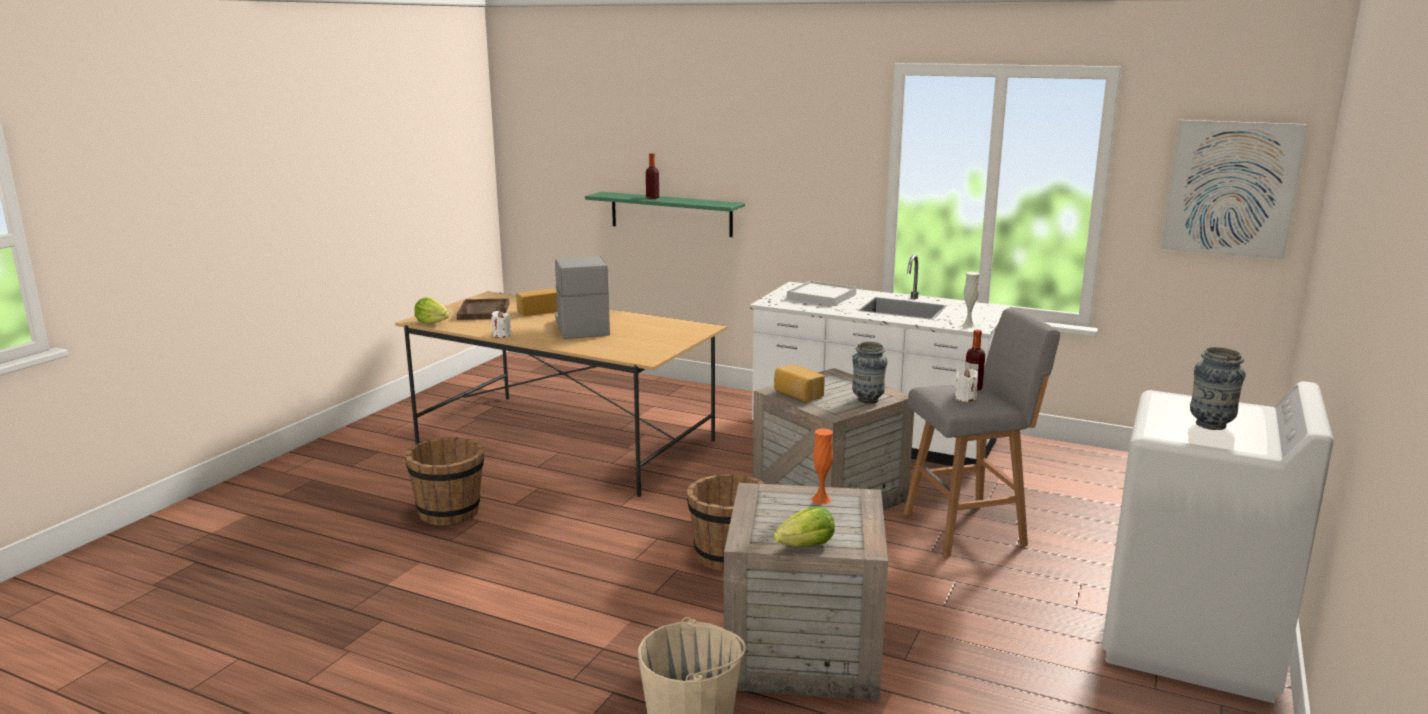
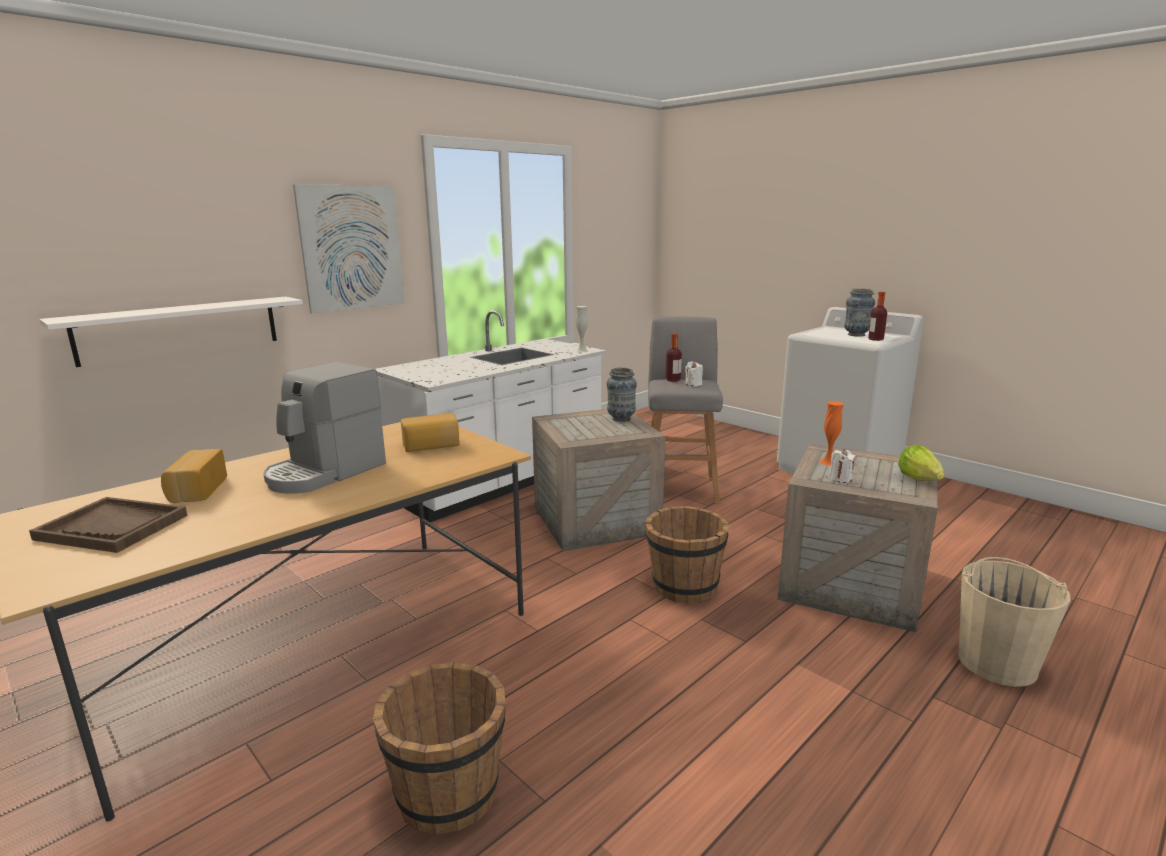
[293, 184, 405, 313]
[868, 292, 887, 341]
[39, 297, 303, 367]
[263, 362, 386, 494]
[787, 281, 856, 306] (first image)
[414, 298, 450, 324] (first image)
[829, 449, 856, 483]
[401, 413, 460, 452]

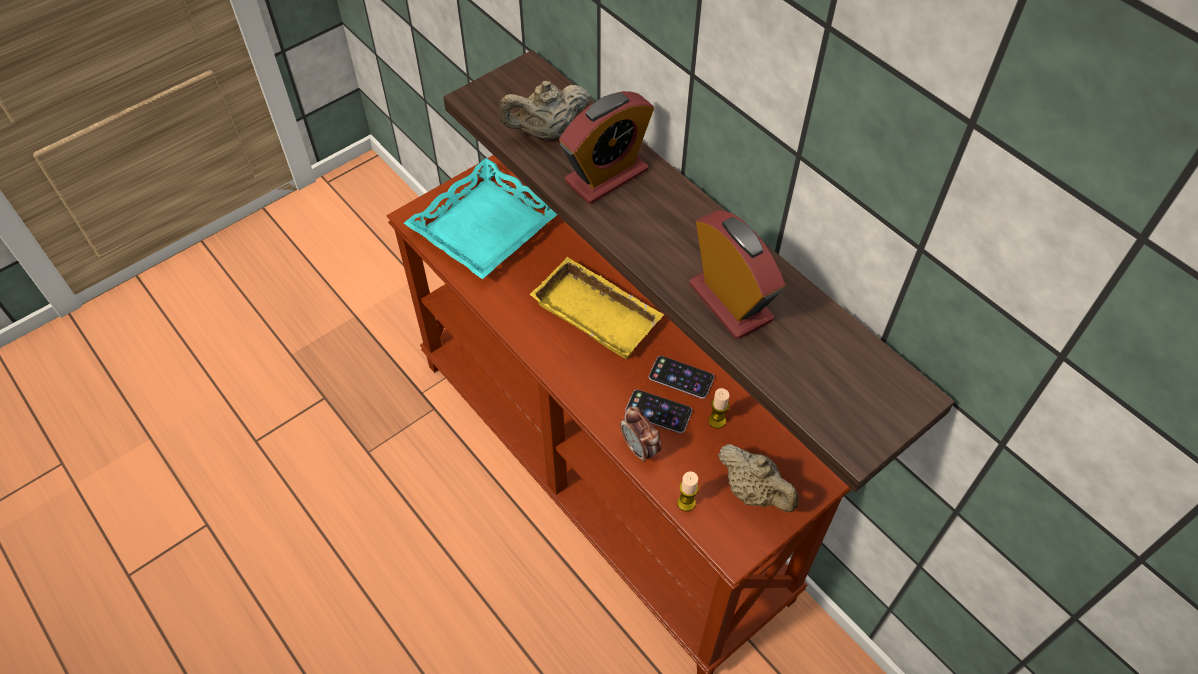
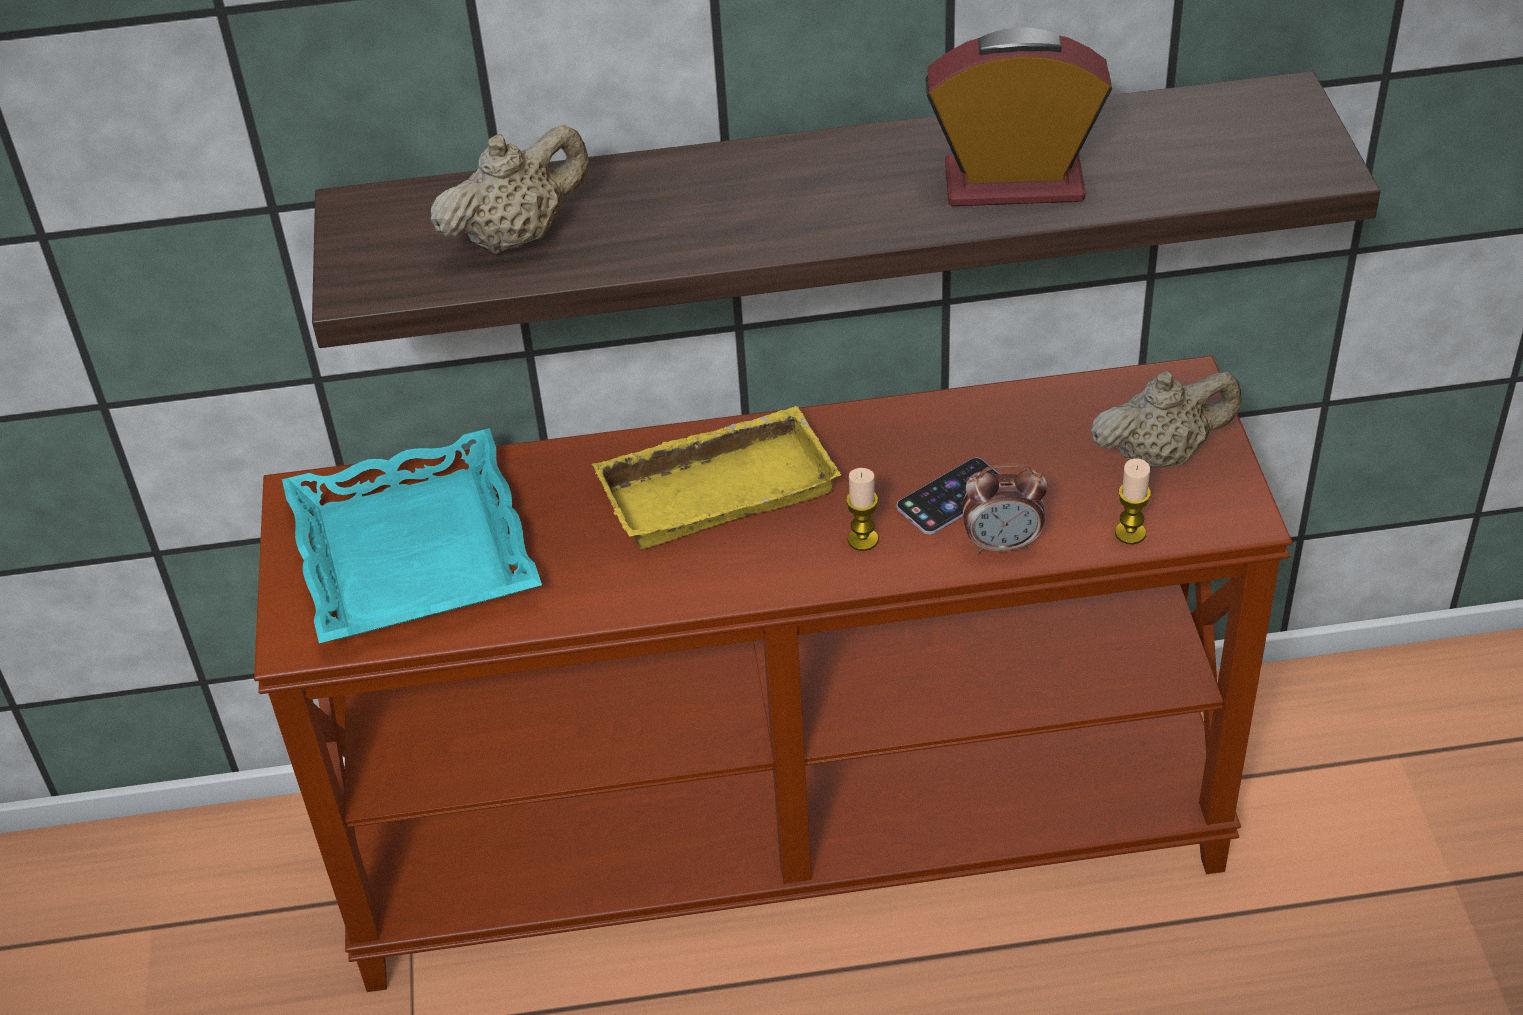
[431, 124, 589, 255]
[559, 91, 654, 204] (first image)
[649, 356, 714, 399] (first image)
[846, 468, 878, 551]

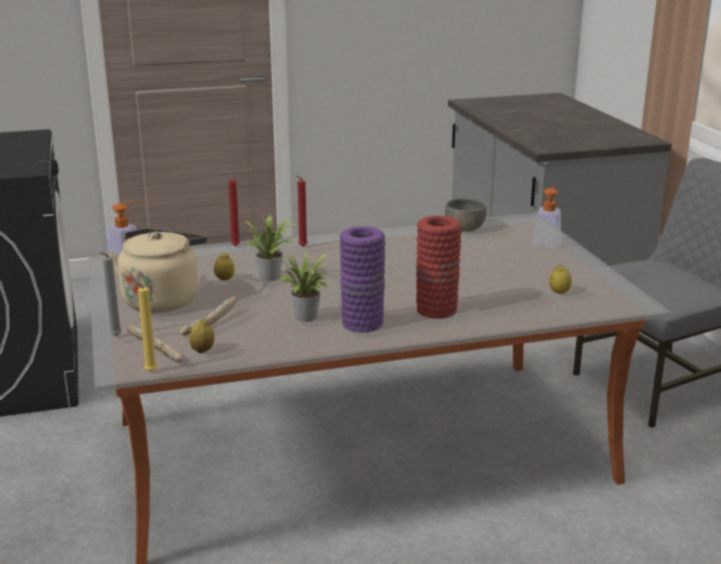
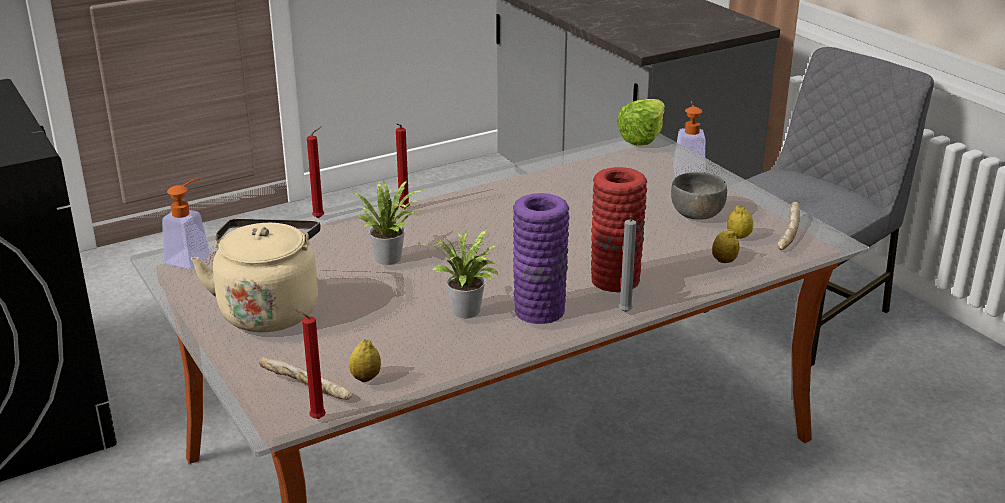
[671, 172, 727, 220]
[619, 216, 637, 312]
[712, 228, 739, 263]
[293, 308, 326, 419]
[777, 202, 800, 250]
[617, 99, 665, 146]

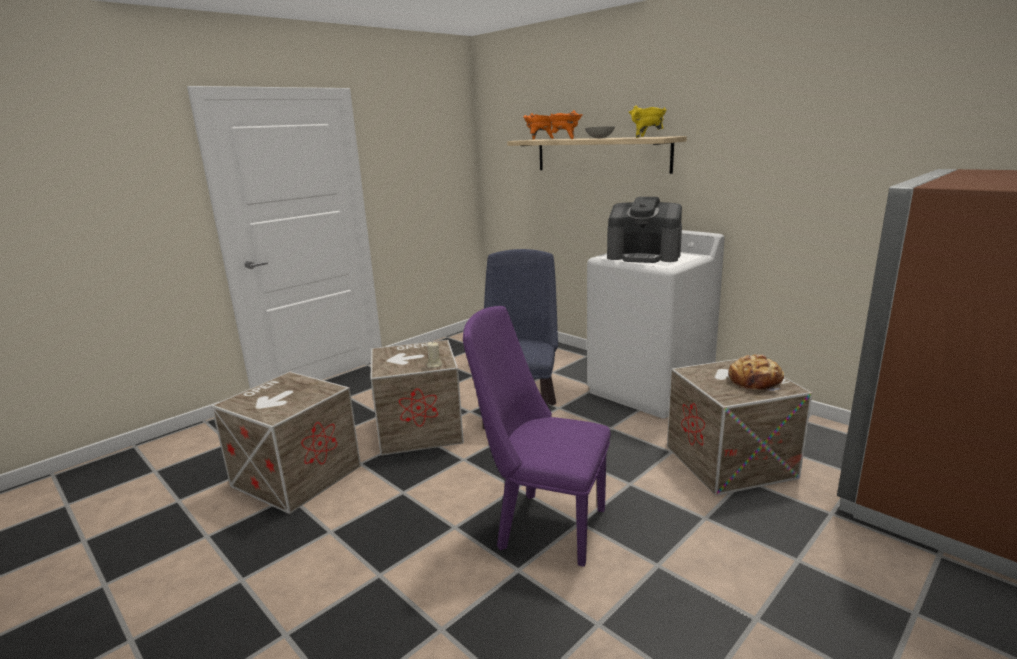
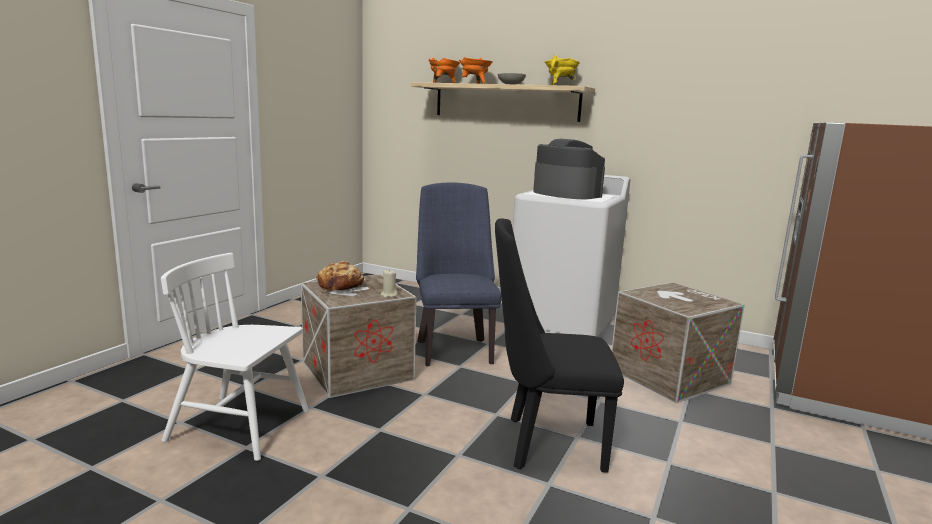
[533, 139, 605, 199]
[495, 218, 624, 473]
[316, 261, 364, 291]
[161, 253, 309, 461]

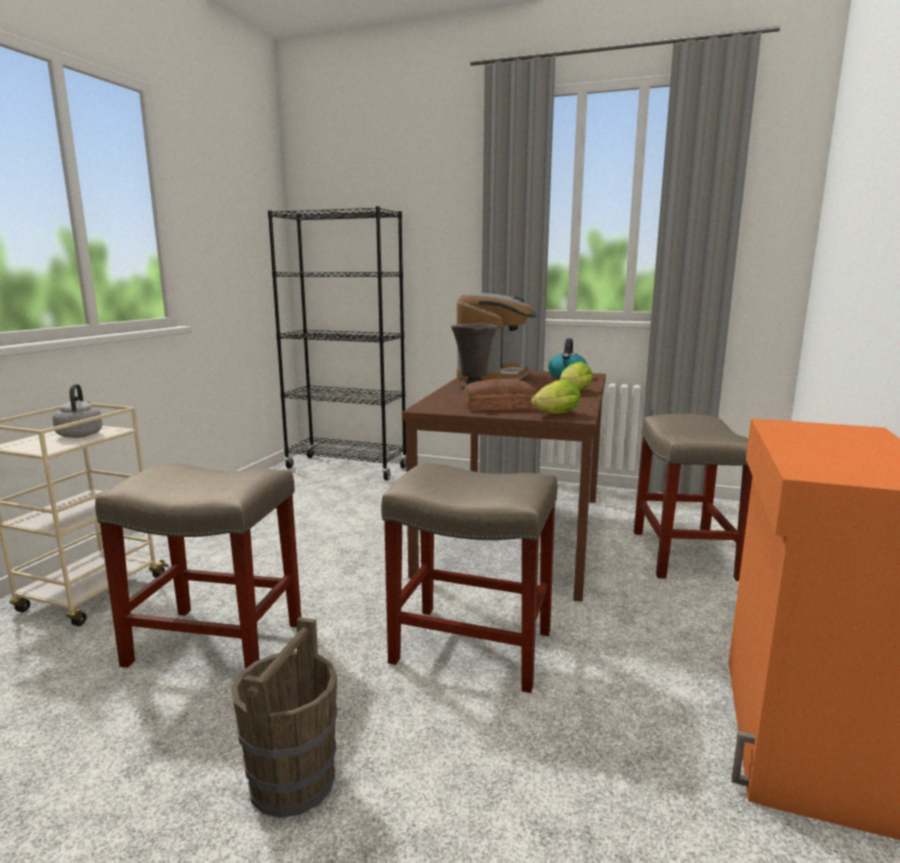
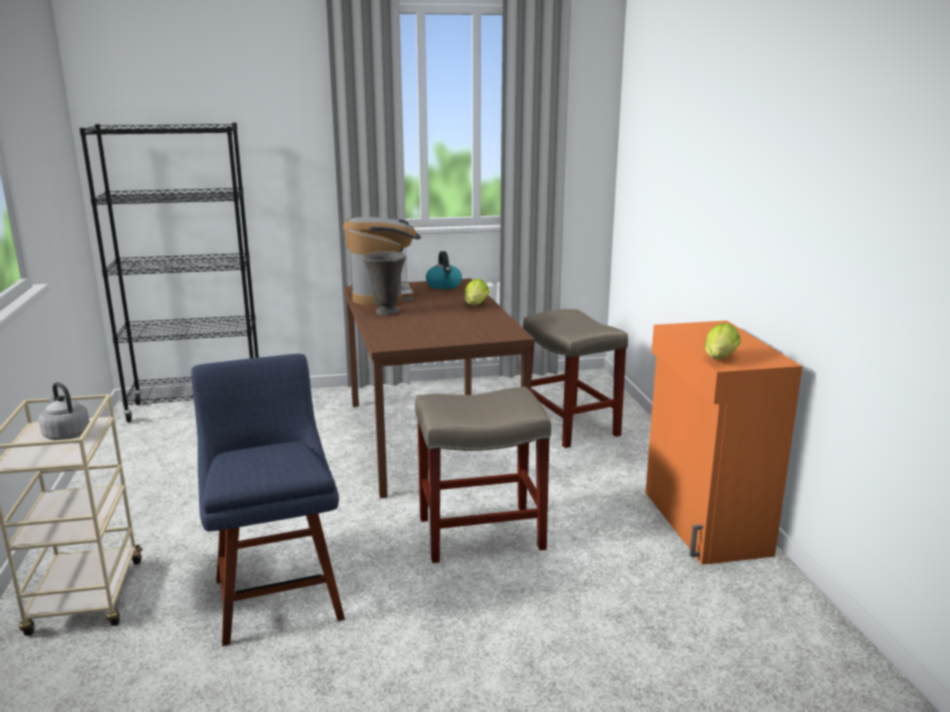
[464, 379, 537, 411] (first image)
[705, 323, 741, 359]
[191, 354, 345, 646]
[231, 617, 337, 818] (first image)

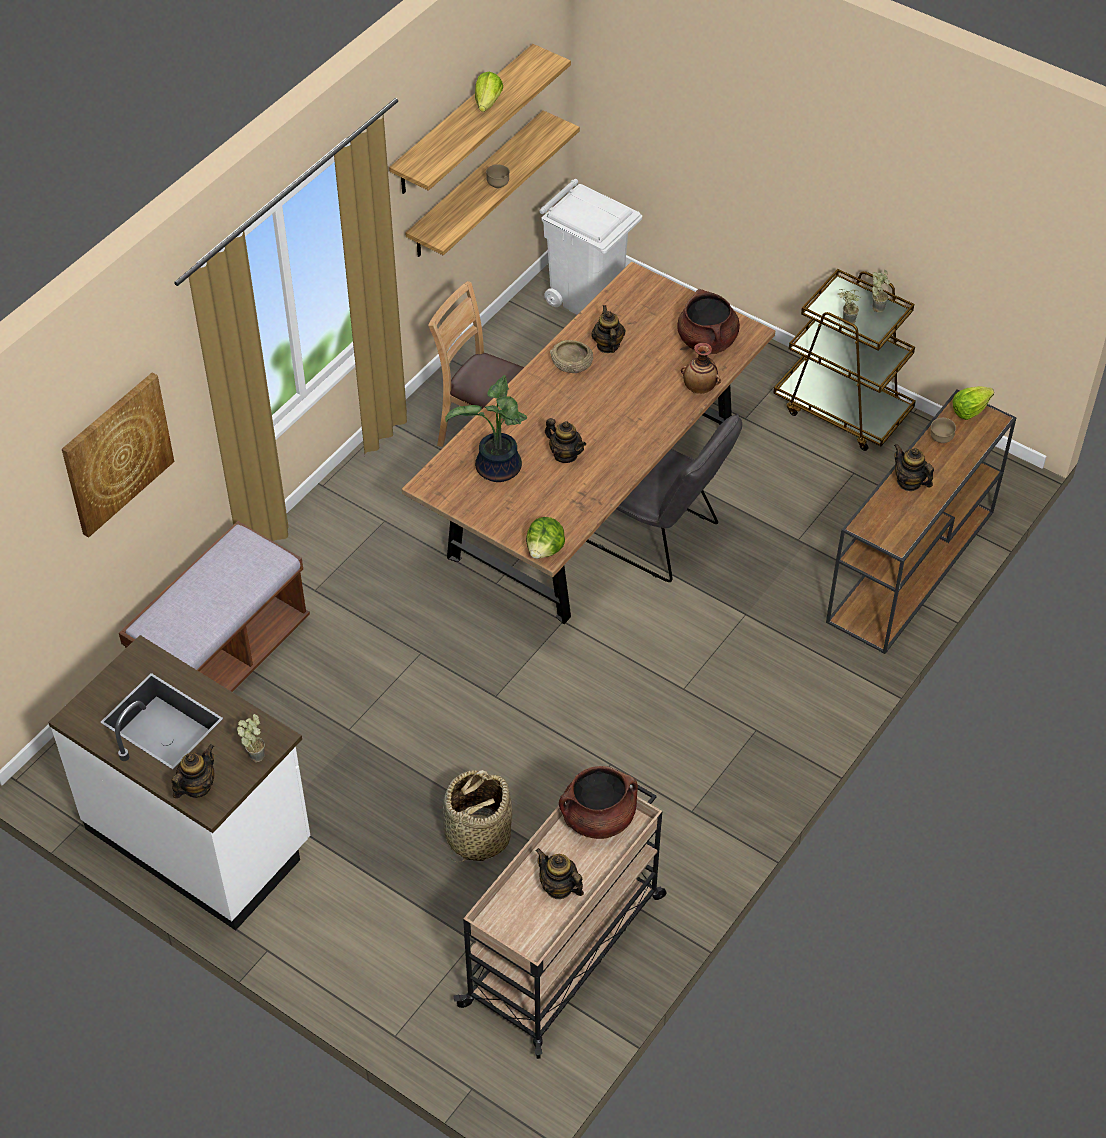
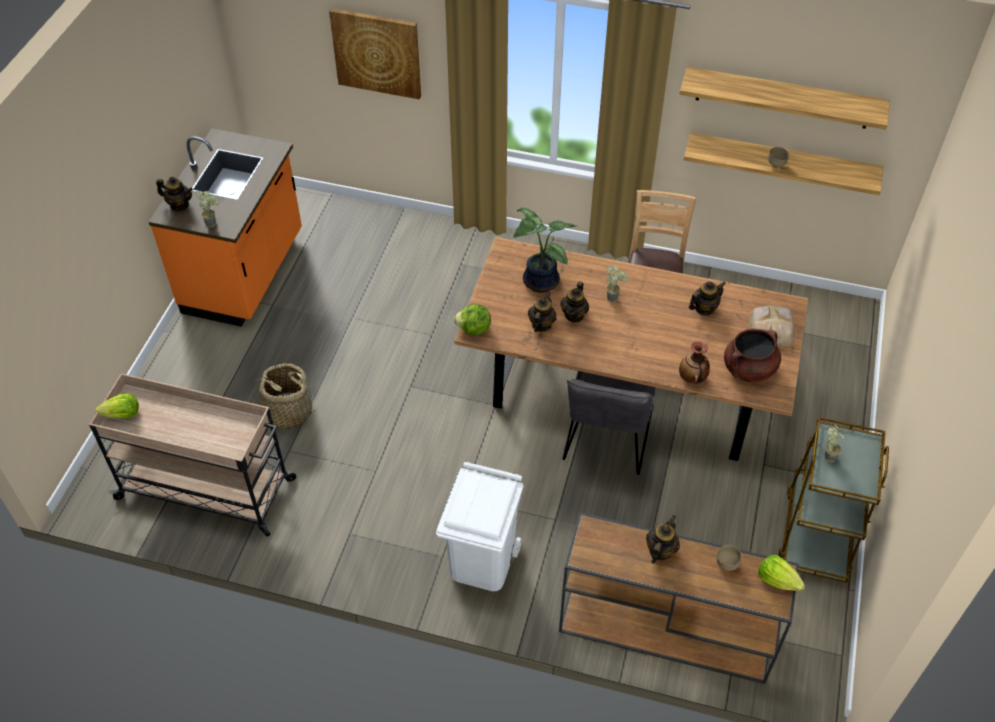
[95, 393, 139, 419]
[436, 462, 524, 591]
[606, 266, 628, 302]
[550, 340, 593, 373] (first image)
[119, 521, 310, 692] (first image)
[149, 129, 302, 327]
[559, 766, 638, 839] (first image)
[528, 292, 557, 332]
[749, 305, 795, 347]

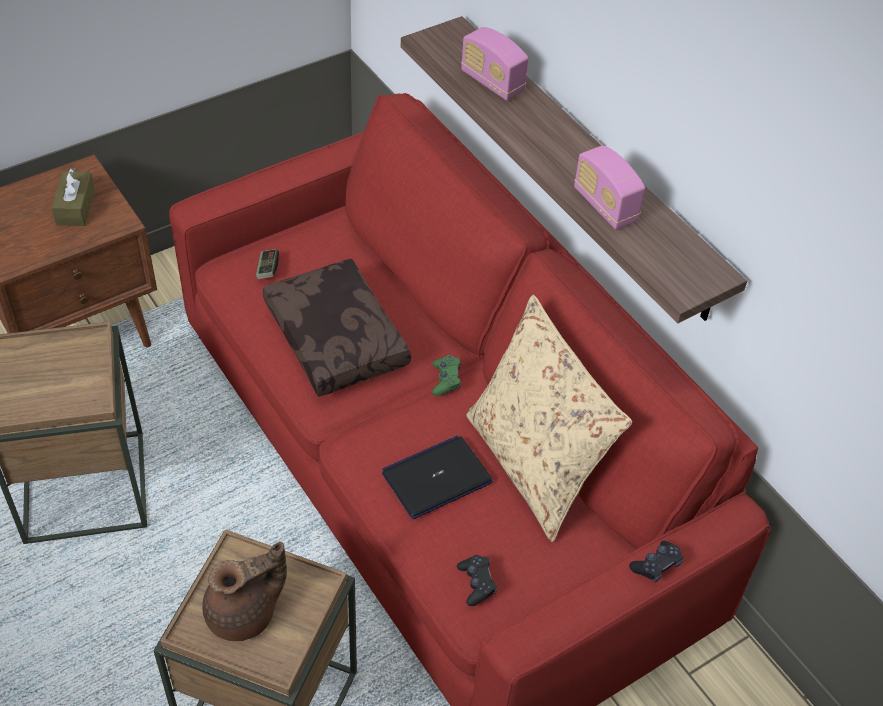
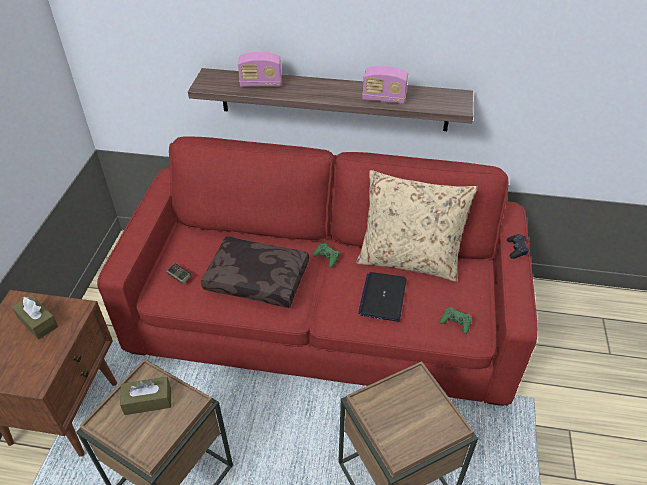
[202, 542, 287, 641] (first image)
[440, 307, 471, 334]
[120, 377, 171, 415]

